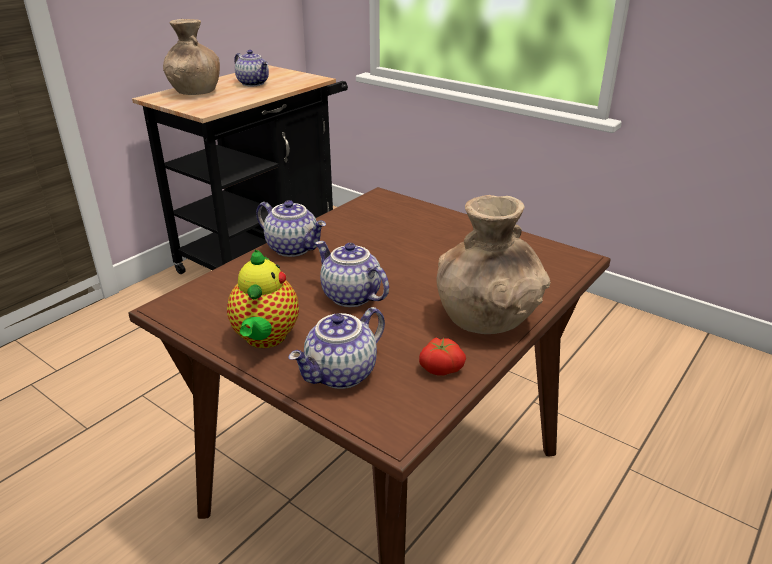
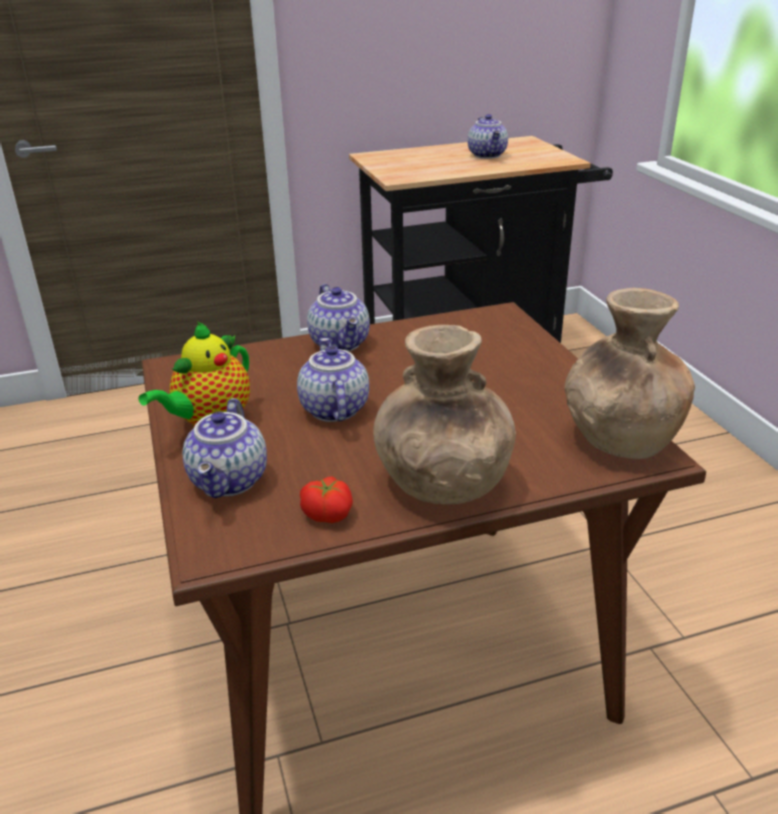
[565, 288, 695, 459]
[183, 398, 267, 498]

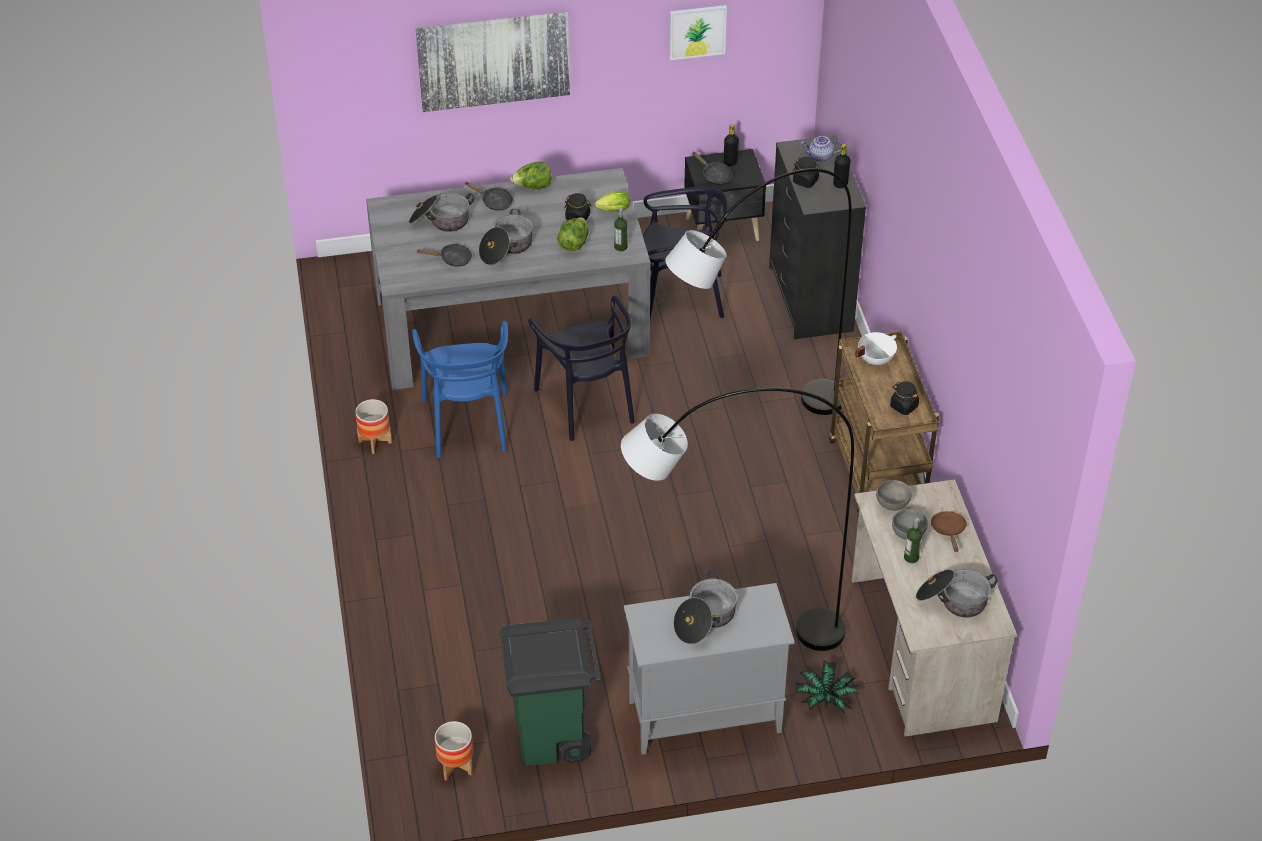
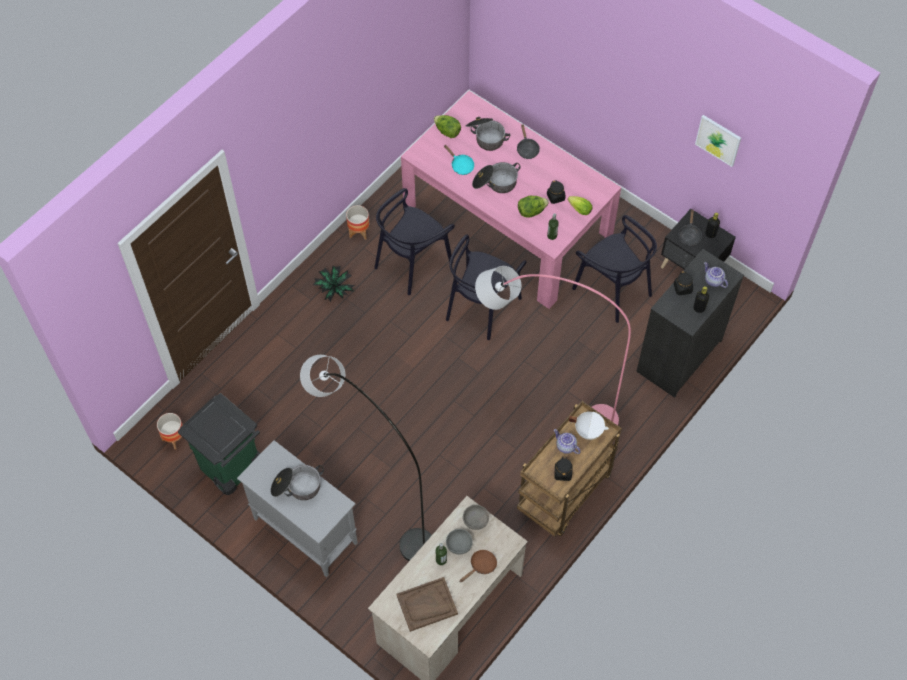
[416, 12, 570, 112] (first image)
[434, 115, 461, 138]
[401, 91, 621, 309]
[475, 266, 631, 425]
[444, 145, 474, 175]
[374, 188, 455, 295]
[396, 577, 458, 632]
[313, 265, 355, 302]
[554, 429, 581, 454]

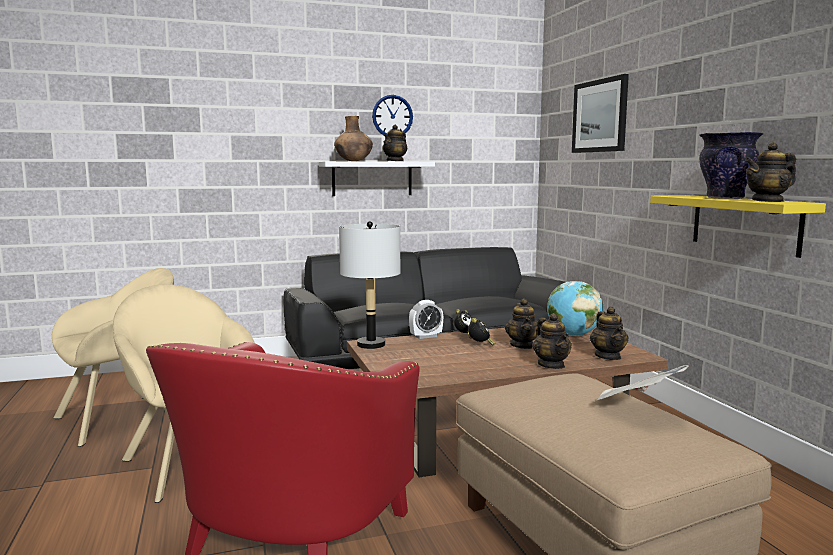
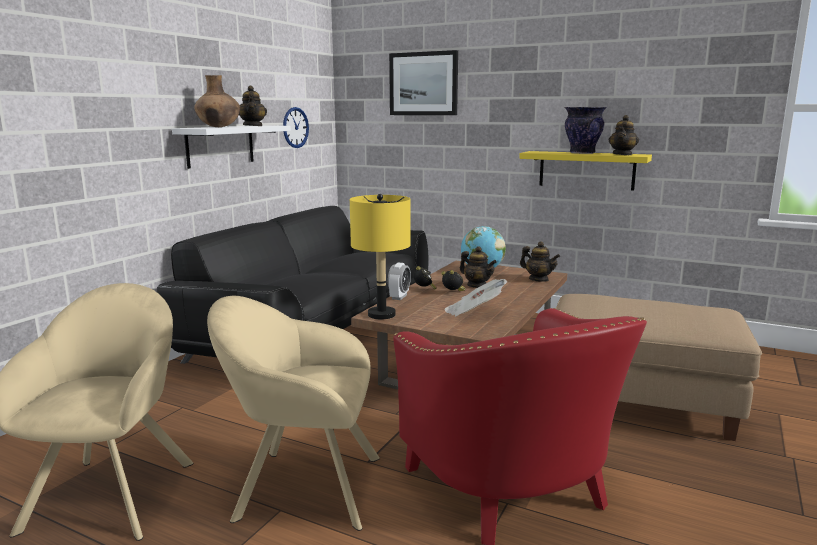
[283, 107, 309, 148]
[350, 194, 411, 319]
[533, 313, 572, 369] (first image)
[444, 279, 507, 317]

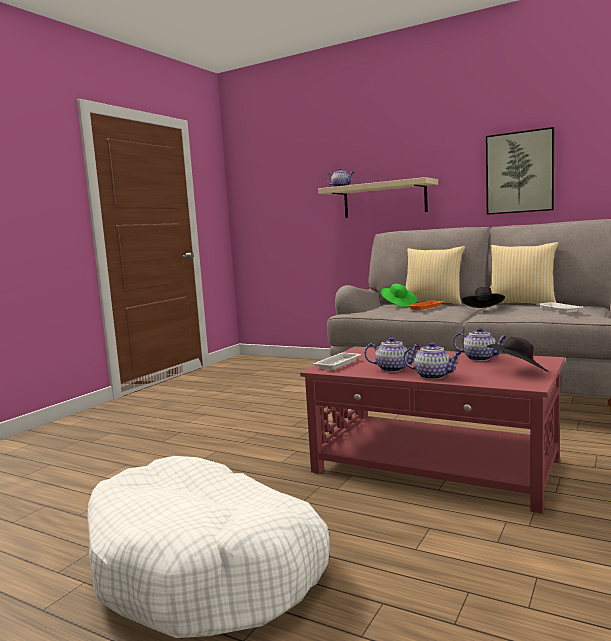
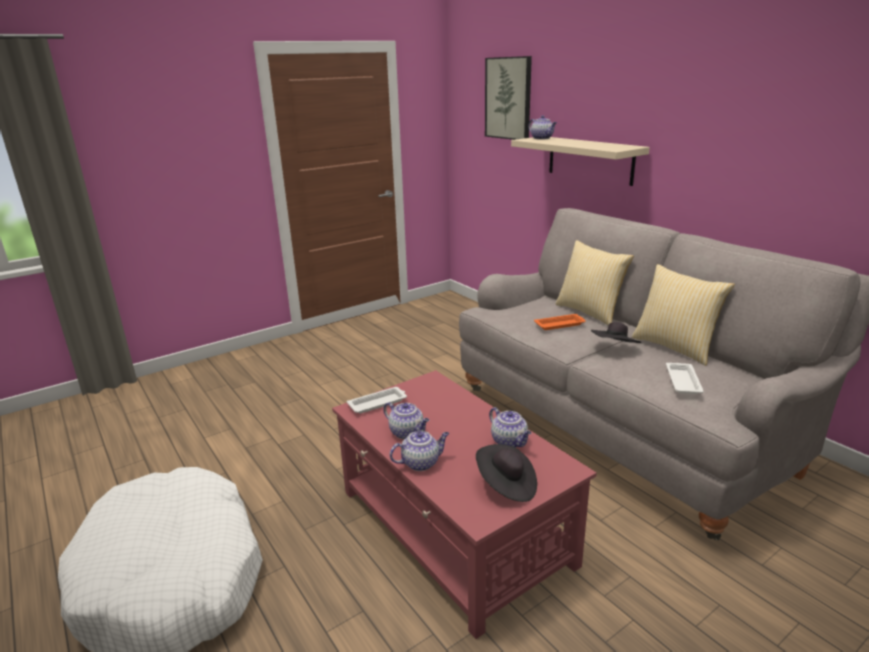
[485, 56, 532, 140]
[380, 284, 417, 308] (first image)
[390, 431, 449, 471]

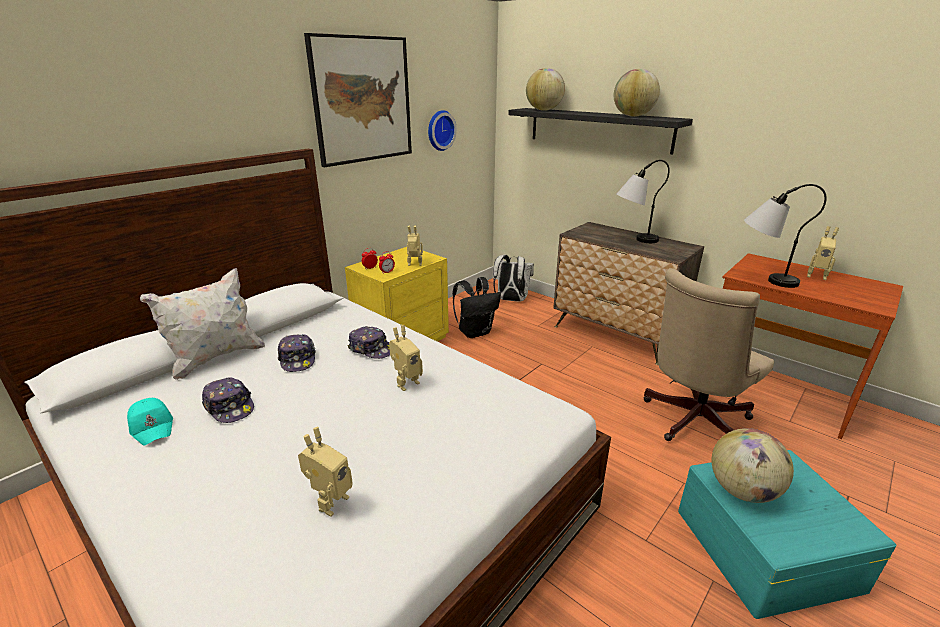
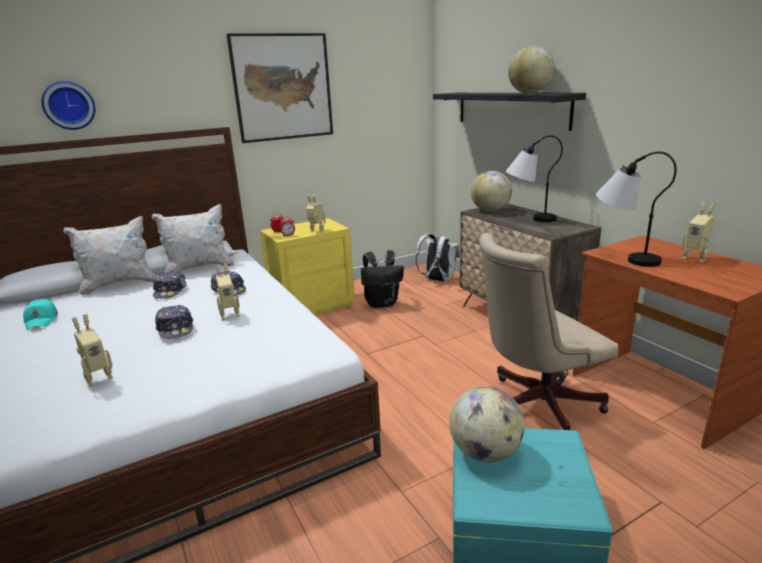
[471, 171, 512, 212]
[41, 81, 95, 130]
[155, 305, 193, 339]
[152, 204, 234, 272]

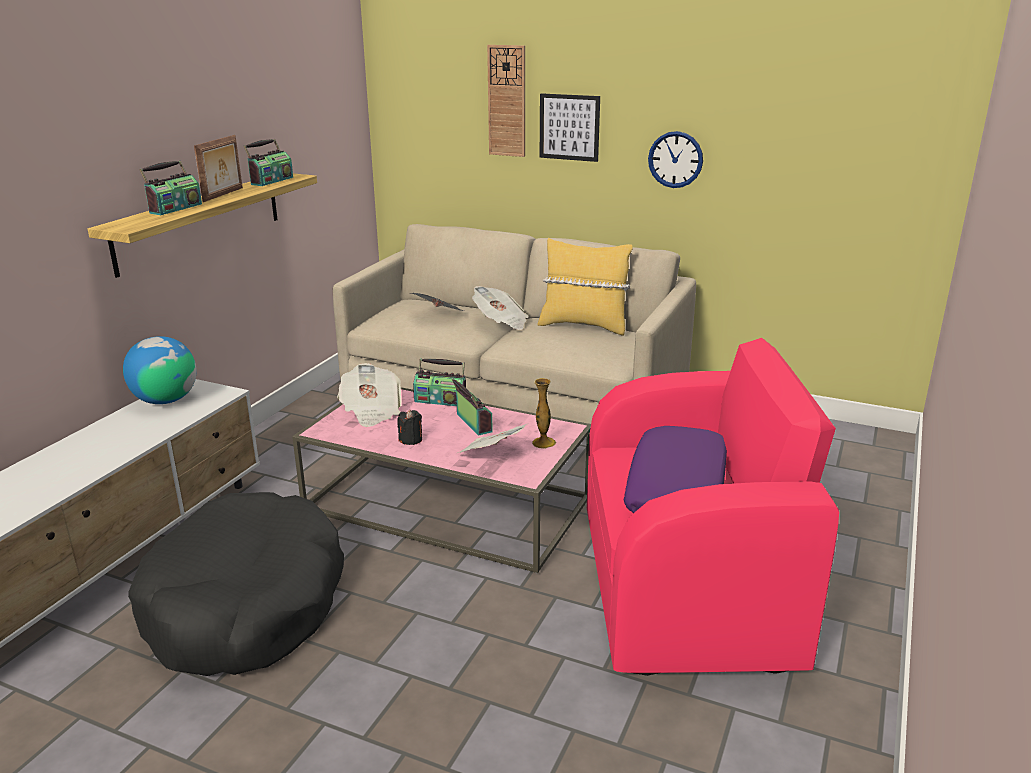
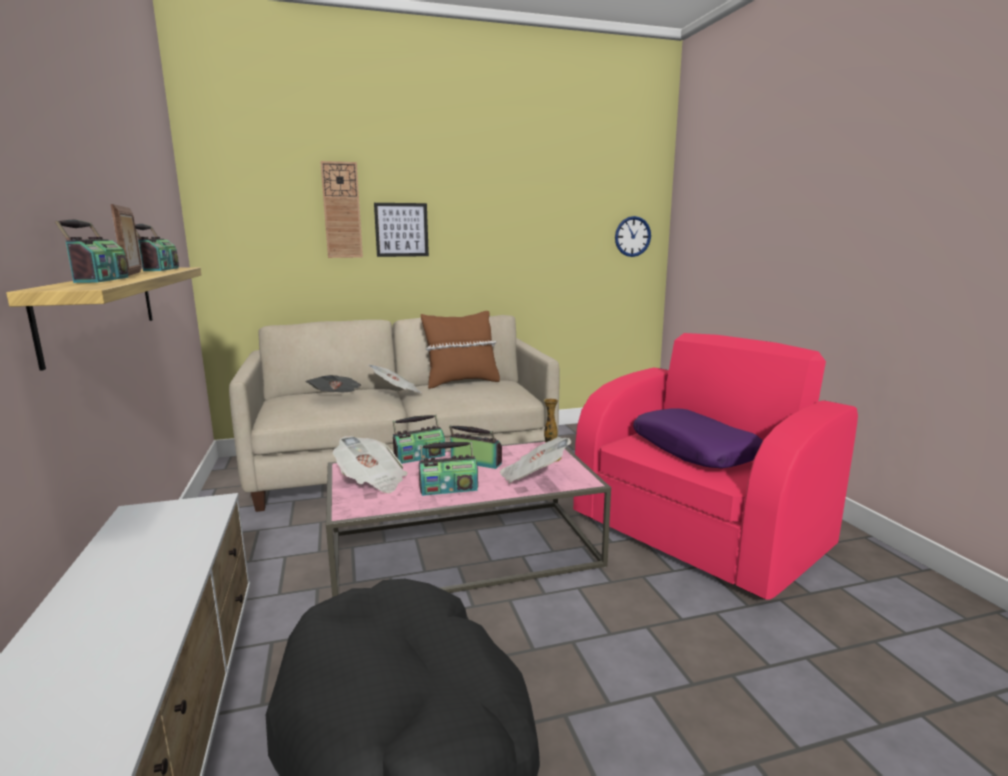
[615, 216, 651, 257]
[421, 311, 500, 389]
[123, 336, 196, 404] (first image)
[419, 442, 478, 496]

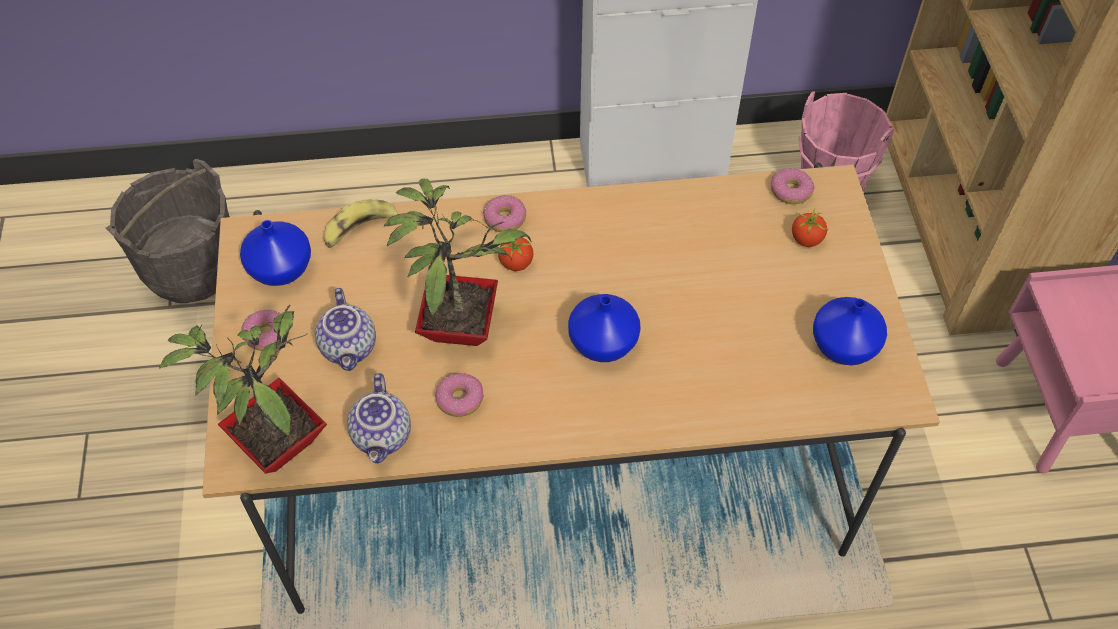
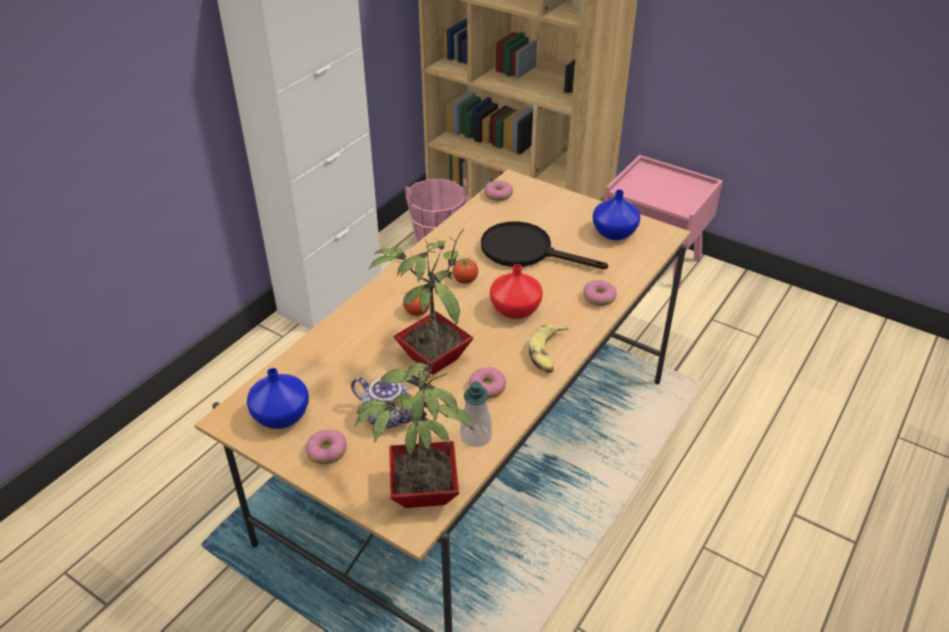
[106, 159, 230, 303] (first image)
[583, 280, 617, 306]
[529, 324, 569, 373]
[452, 256, 478, 284]
[490, 264, 543, 319]
[460, 381, 492, 447]
[481, 221, 608, 269]

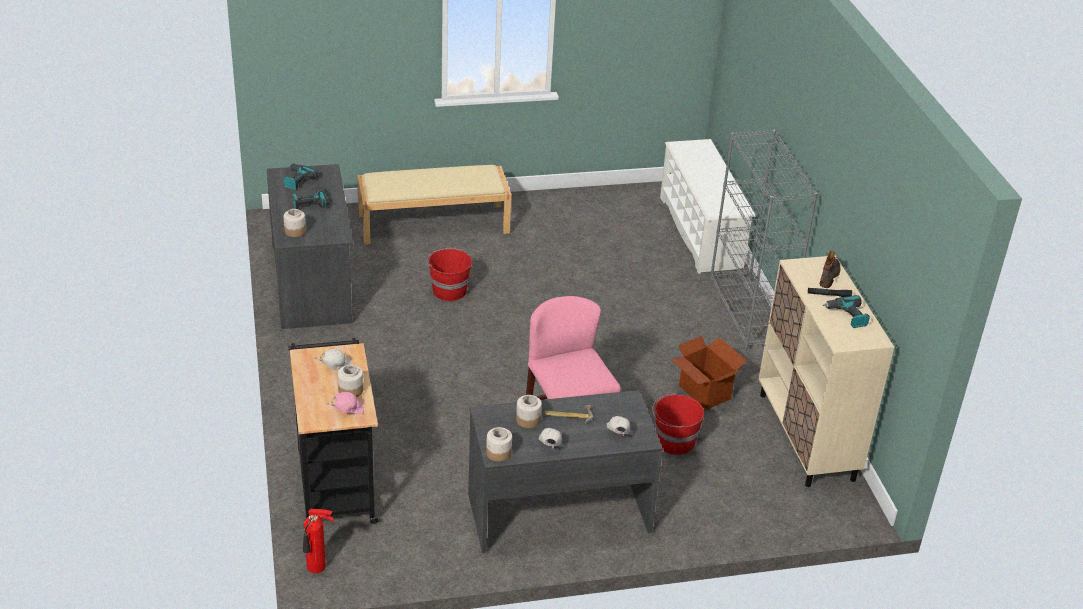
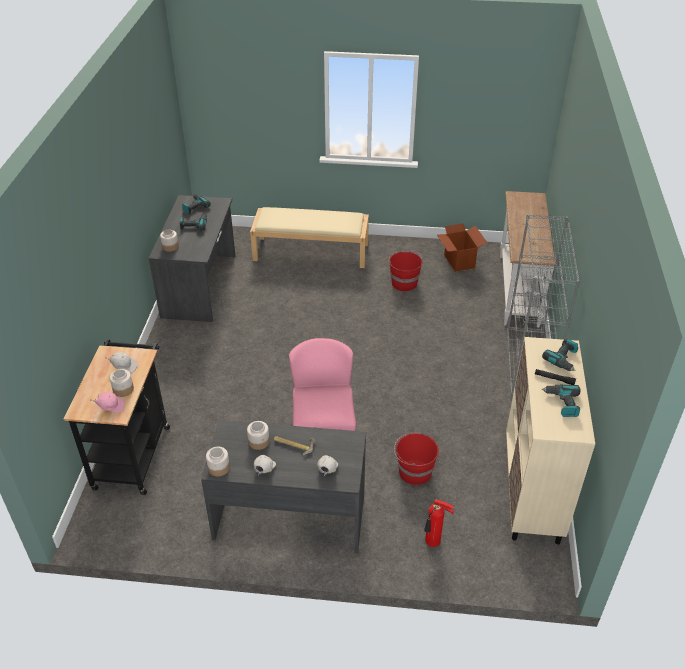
[500, 191, 555, 328]
[388, 251, 423, 292]
[542, 338, 578, 371]
[437, 223, 487, 272]
[424, 499, 454, 547]

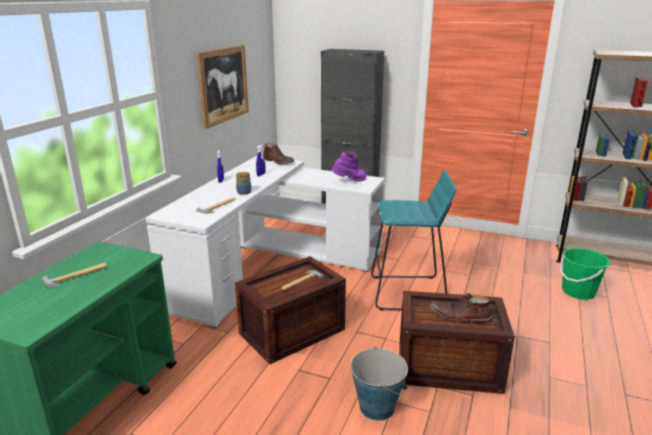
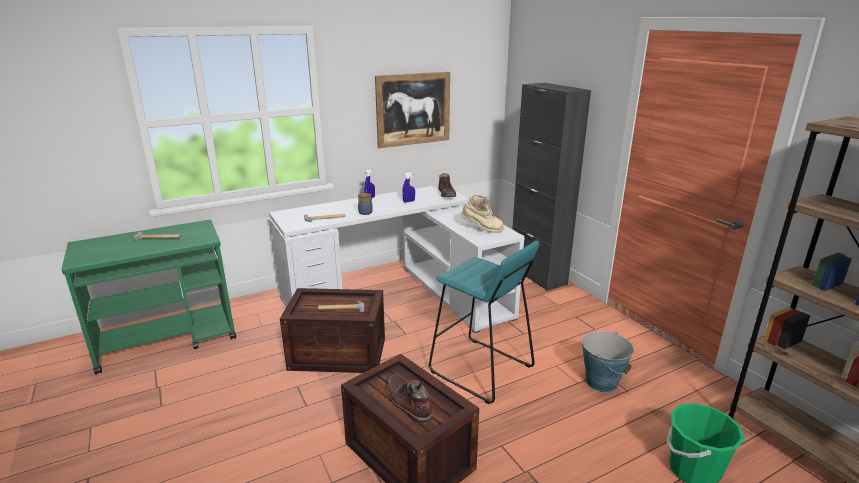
[461, 195, 504, 233]
[582, 331, 634, 393]

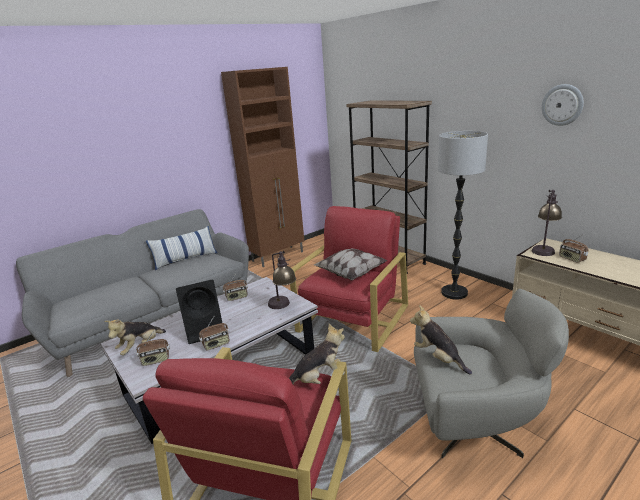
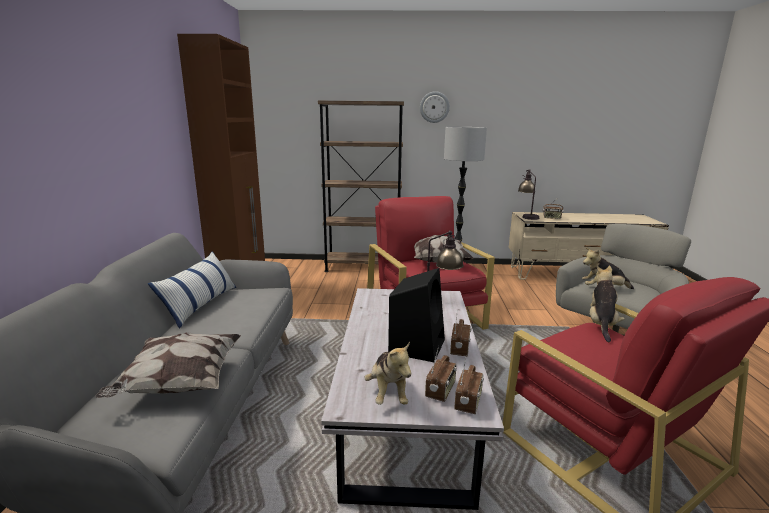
[420, 91, 450, 123]
[454, 358, 484, 414]
[95, 332, 241, 398]

